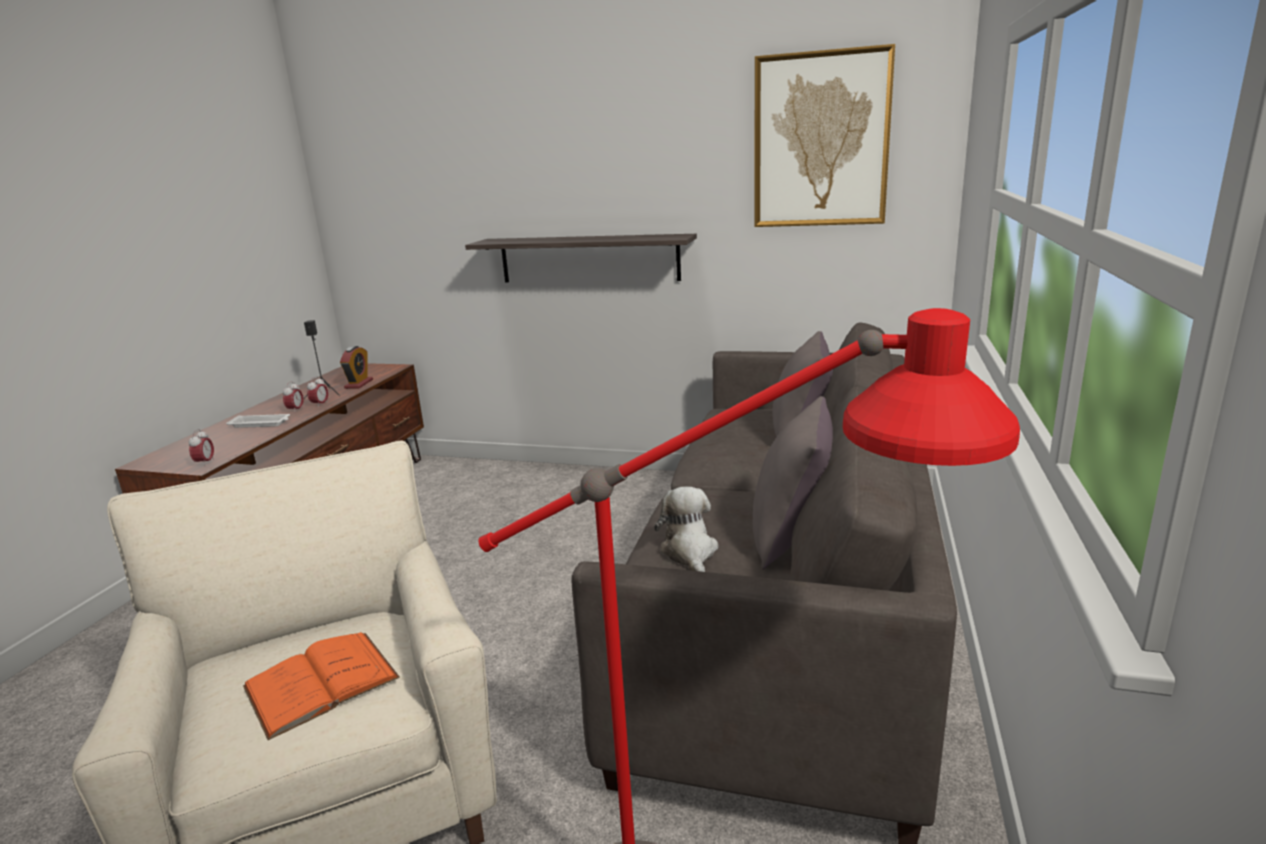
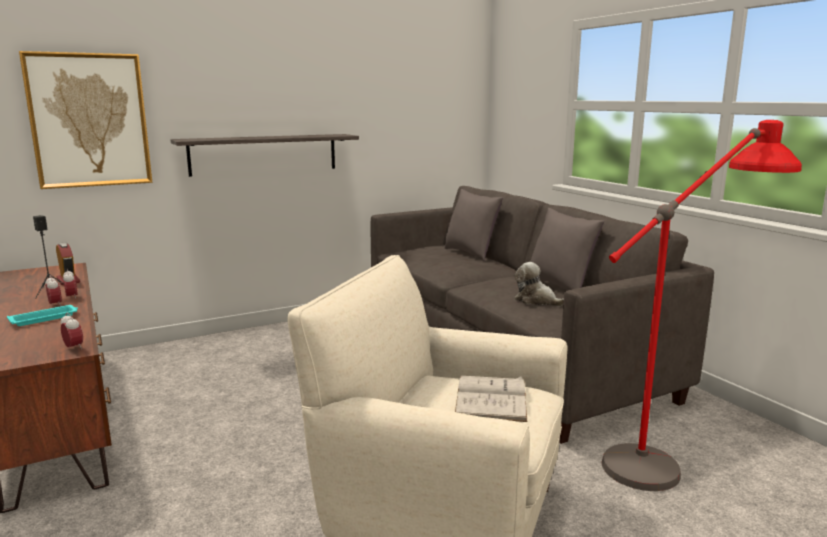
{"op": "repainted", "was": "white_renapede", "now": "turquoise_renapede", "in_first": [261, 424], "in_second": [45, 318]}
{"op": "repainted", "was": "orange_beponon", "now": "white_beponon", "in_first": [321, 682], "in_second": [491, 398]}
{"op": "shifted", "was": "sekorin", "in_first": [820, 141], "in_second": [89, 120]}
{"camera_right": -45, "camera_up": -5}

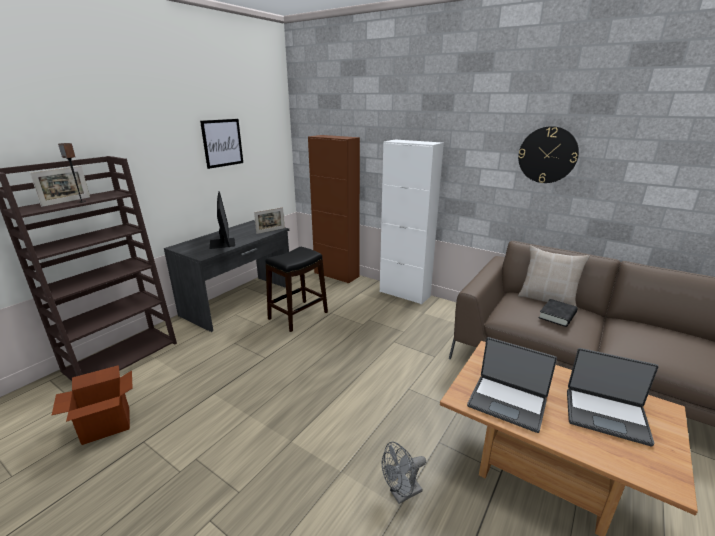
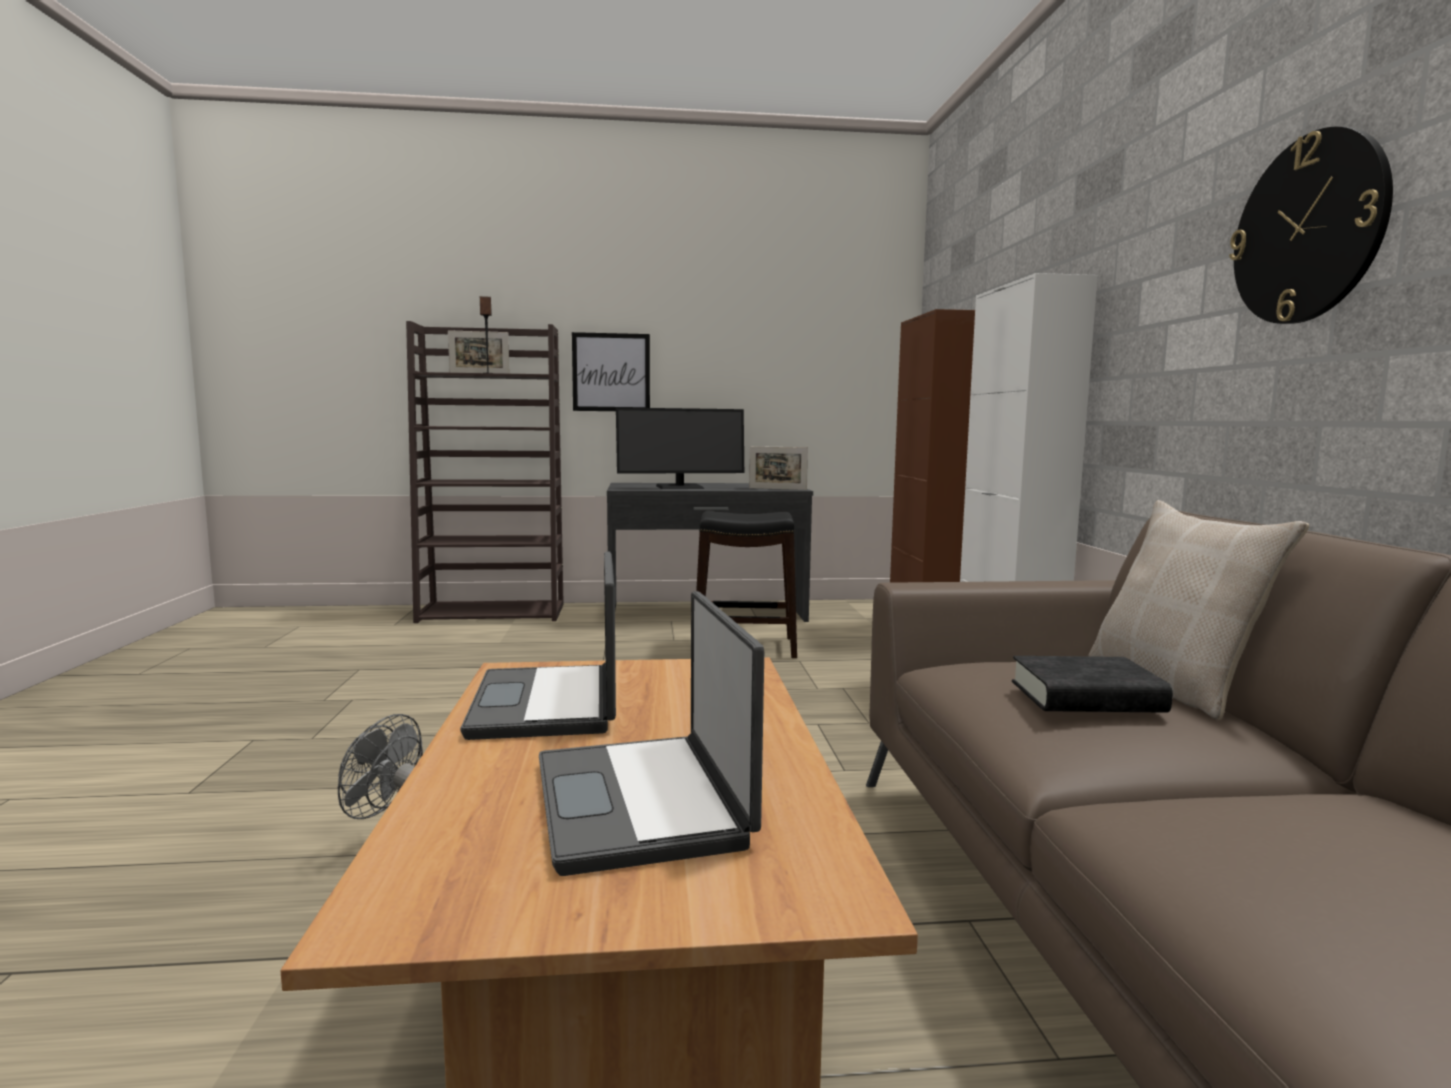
{"op": "gone", "was": "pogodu", "in_first": [106, 426]}
{"op": "shifted", "was": "sekorin", "in_first": [222, 143], "in_second": [611, 372]}
{"op": "rotated", "was": "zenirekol", "in_first": [223, 243], "in_second": [680, 487], "clockwise": 45}
{"camera_right": 50, "camera_up": -15}

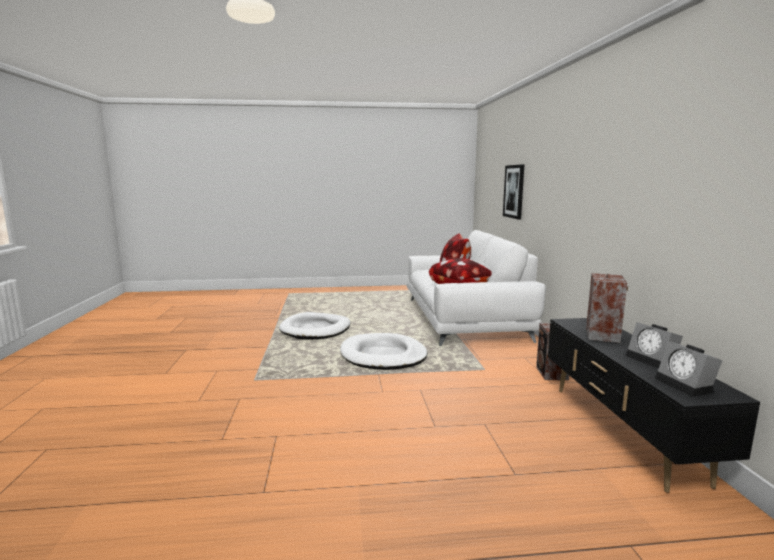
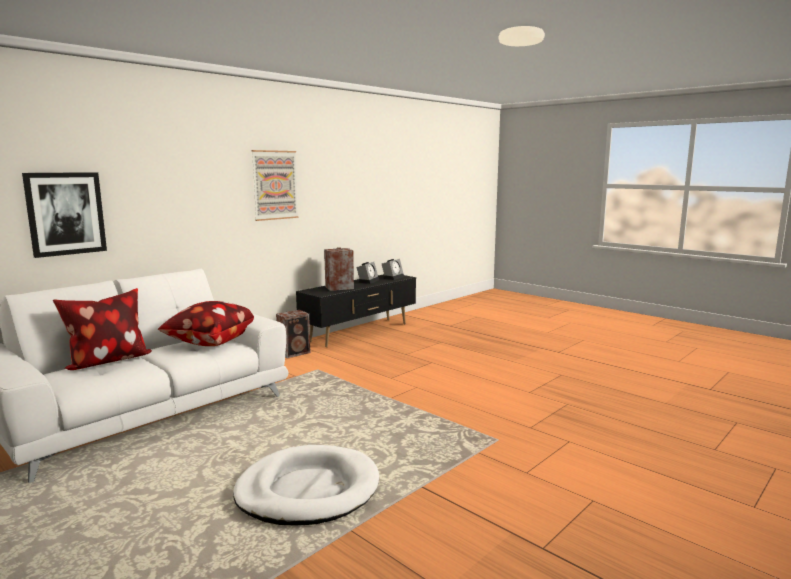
{"op": "gone", "was": "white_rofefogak", "in_first": [383, 356]}
{"op": "new", "now": "sekorin", "in_second": [275, 185]}
{"camera_right": -130, "camera_up": 0}

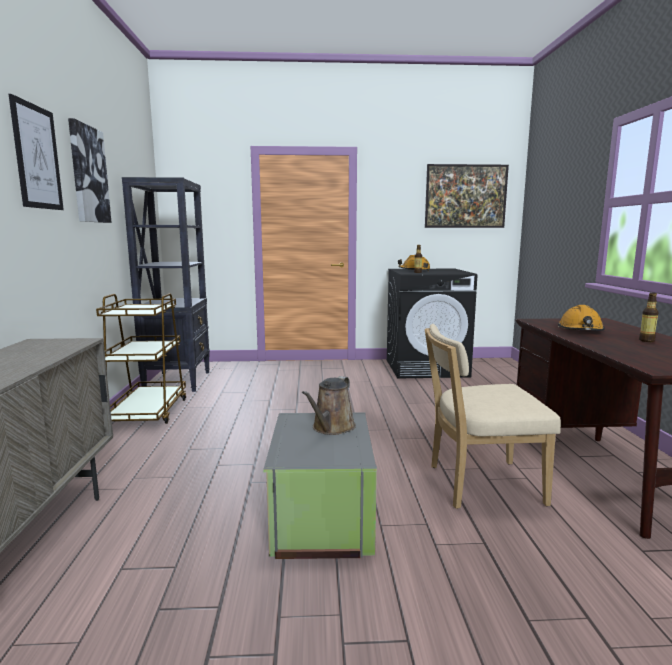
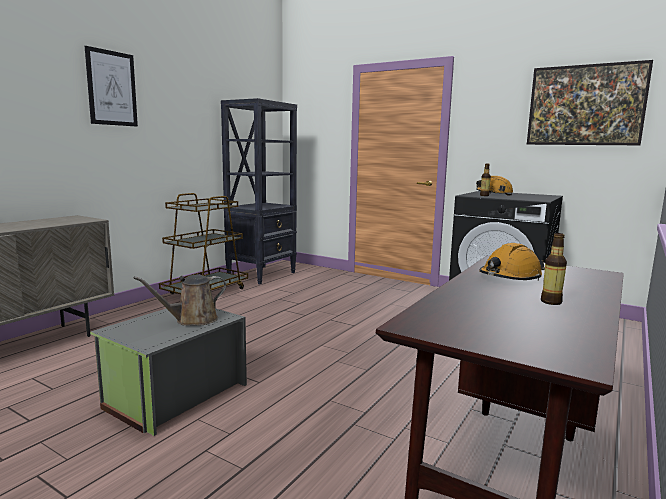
{"op": "gone", "was": "sekorin", "in_first": [88, 174]}
{"op": "gone", "was": "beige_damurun", "in_first": [479, 484]}
{"camera_right": 35, "camera_up": 0}

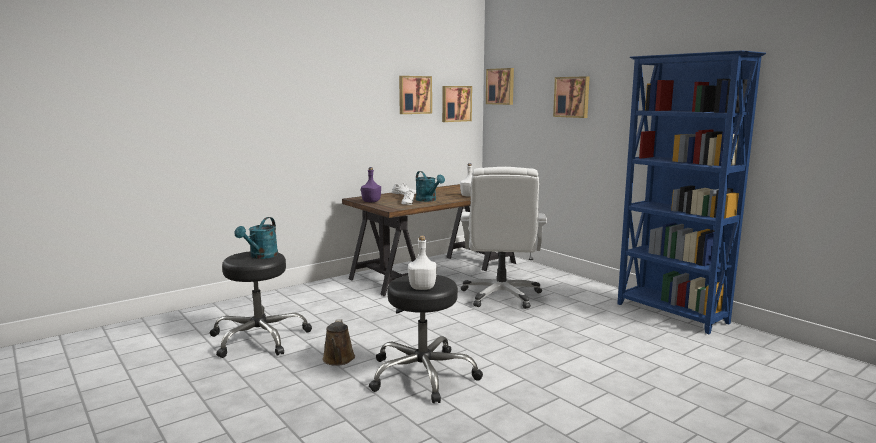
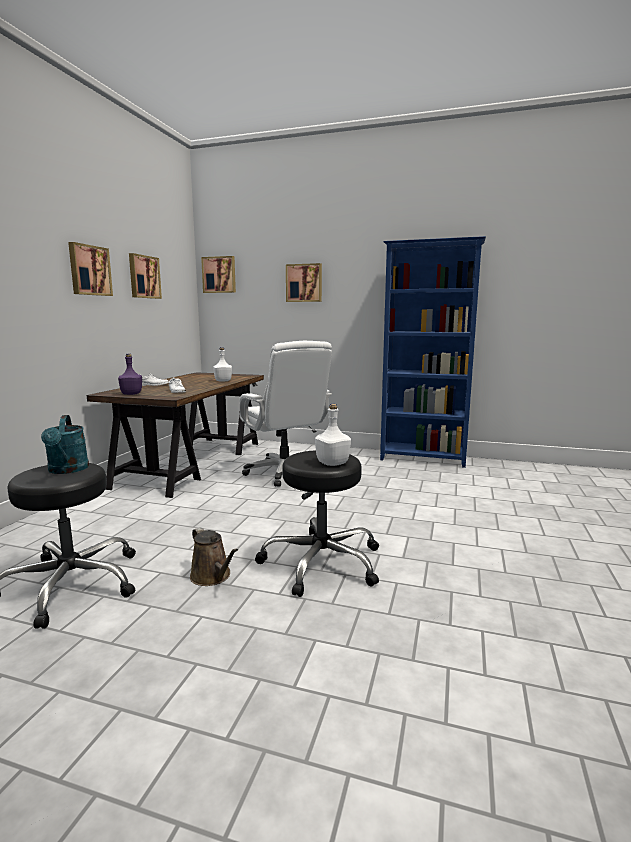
{"op": "gone", "was": "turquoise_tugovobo", "in_first": [428, 200]}
{"op": "shifted", "was": "sekorin", "in_first": [456, 103], "in_second": [89, 270]}
{"camera_right": -35, "camera_up": 0}

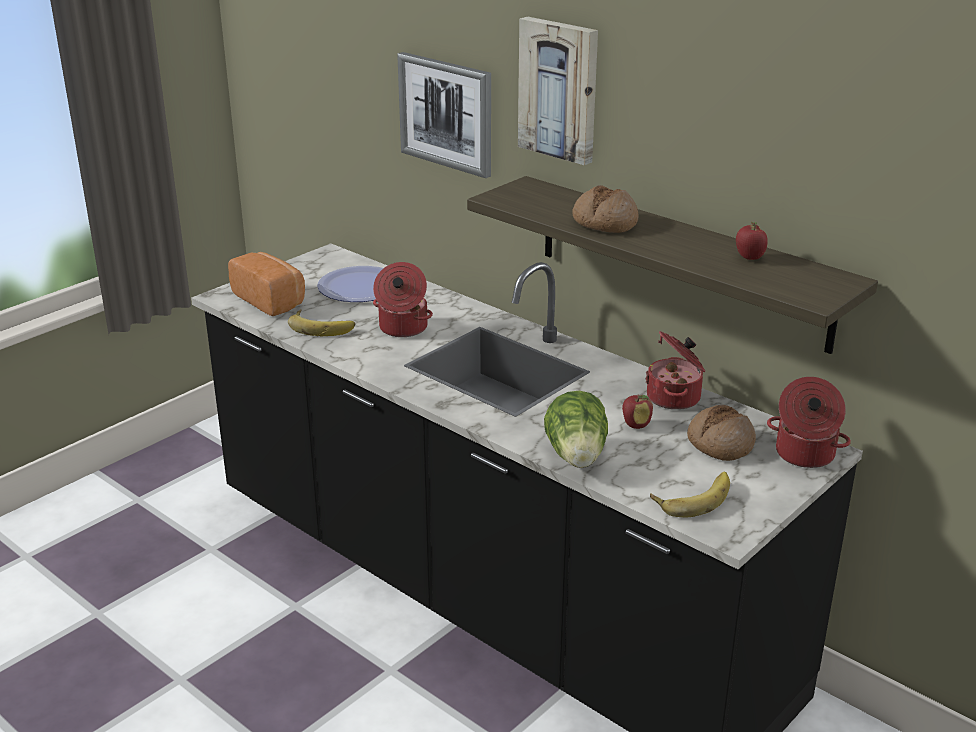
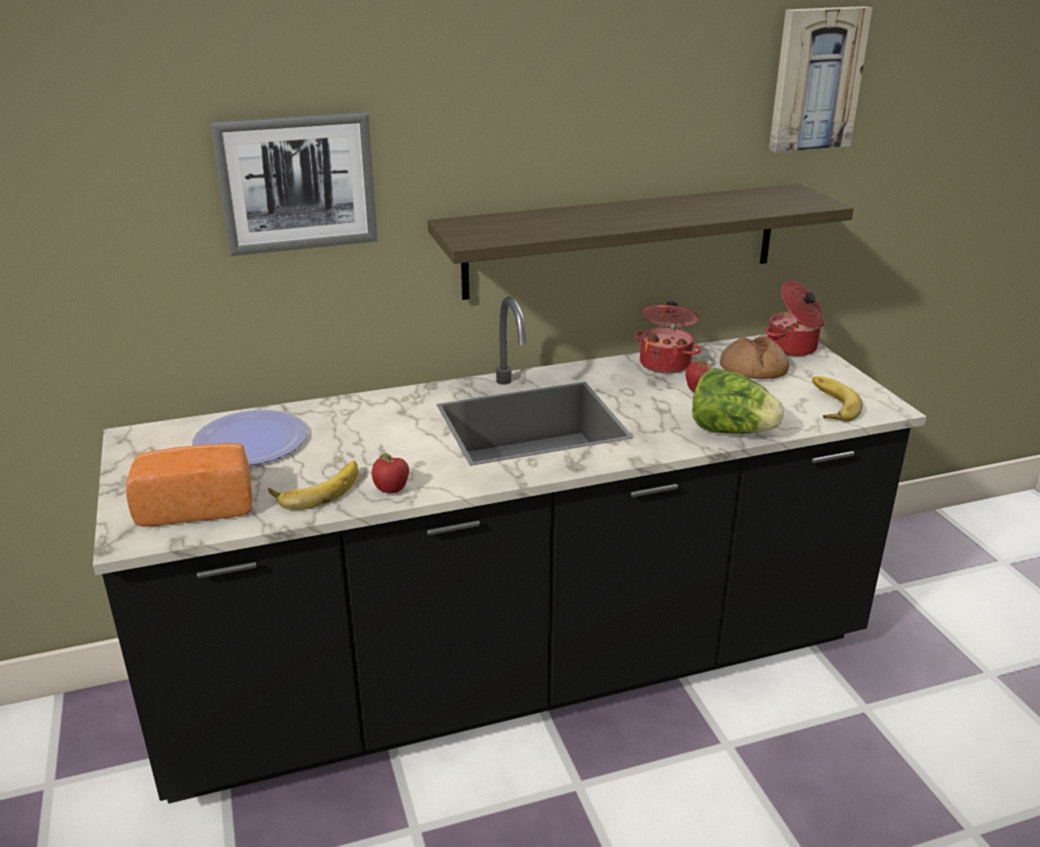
{"op": "gone", "was": "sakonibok", "in_first": [402, 328]}
{"op": "shifted", "was": "sekorin", "in_first": [560, 89], "in_second": [815, 79]}
{"op": "gone", "was": "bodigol", "in_first": [604, 222]}
{"op": "shifted", "was": "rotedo", "in_first": [749, 258], "in_second": [391, 491]}
{"camera_right": -60, "camera_up": 0}

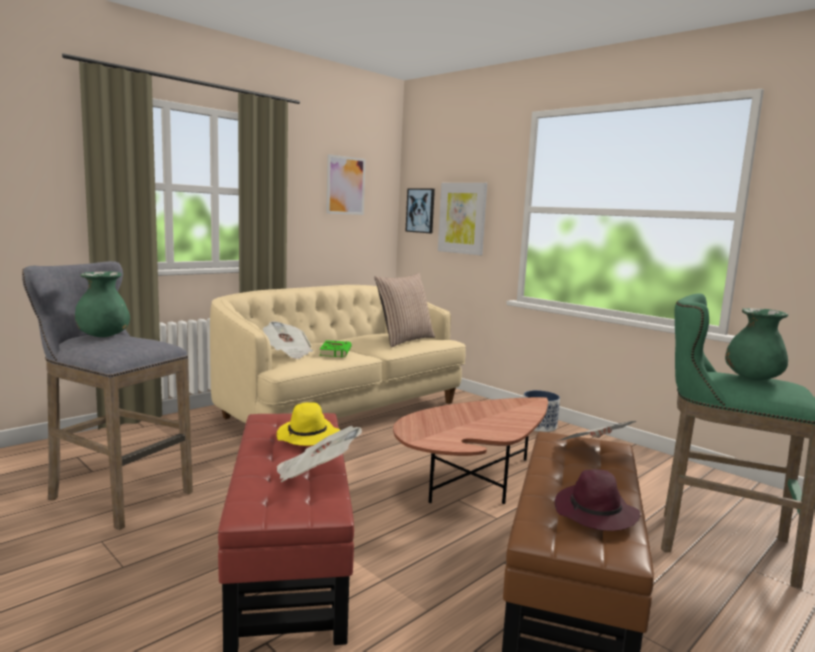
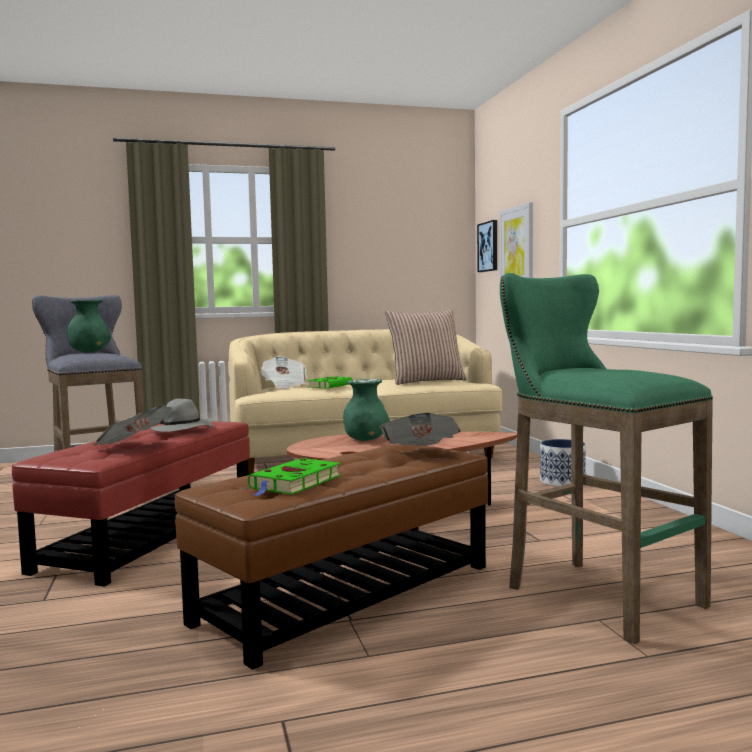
{"op": "repainted", "was": "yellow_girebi", "now": "grey_girebi", "in_first": [308, 436], "in_second": [182, 430]}
{"op": "gone", "was": "sekorin", "in_first": [345, 185]}
{"op": "swapped", "was": "purple_girebi", "now": "green_beponon", "in_first": [595, 513], "in_second": [294, 483]}
{"op": "shifted", "was": "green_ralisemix", "in_first": [752, 378], "in_second": [366, 440]}
{"camera_right": 30, "camera_up": -5}

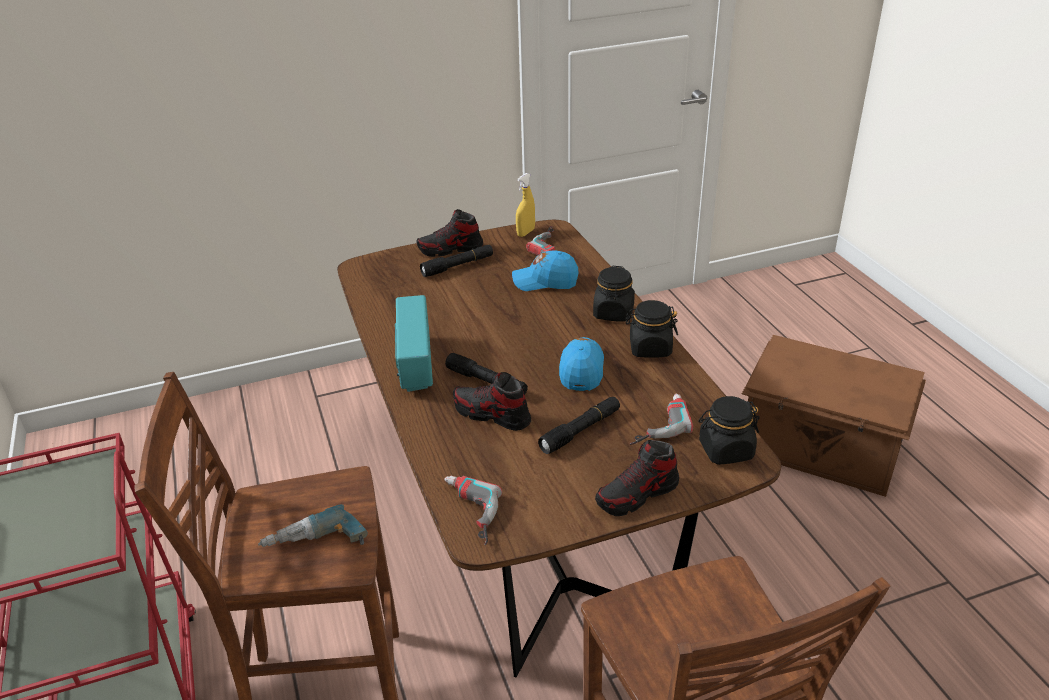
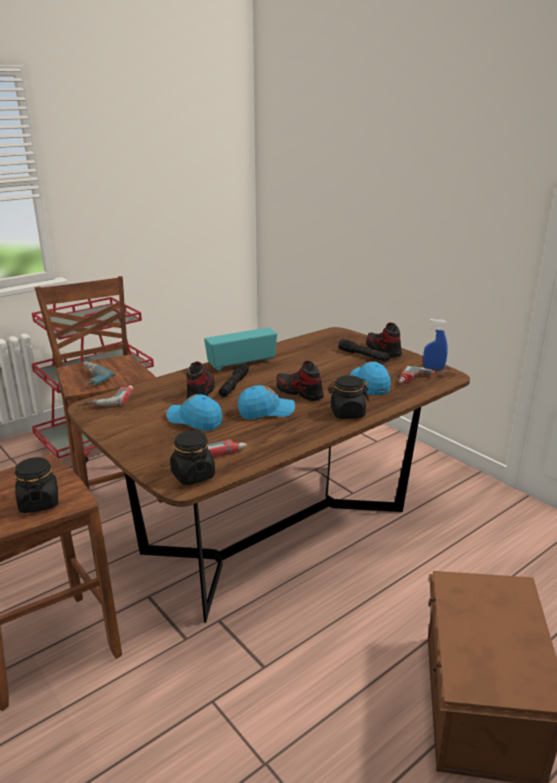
{"op": "repainted", "was": "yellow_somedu", "now": "blue_somedu", "in_first": [525, 232], "in_second": [433, 368]}
{"op": "swapped", "was": "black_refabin", "now": "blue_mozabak", "in_first": [580, 431], "in_second": [195, 420]}
{"op": "shifted", "was": "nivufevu", "in_first": [637, 495], "in_second": [299, 392]}
{"op": "shifted", "was": "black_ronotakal", "in_first": [650, 348], "in_second": [39, 502]}
{"camera_right": 70, "camera_up": -10}

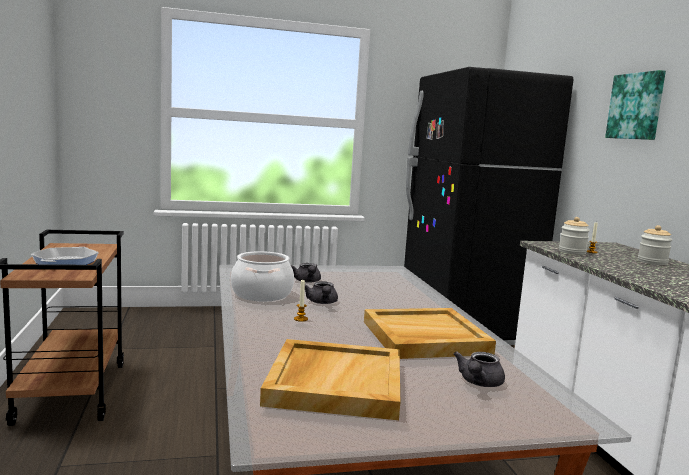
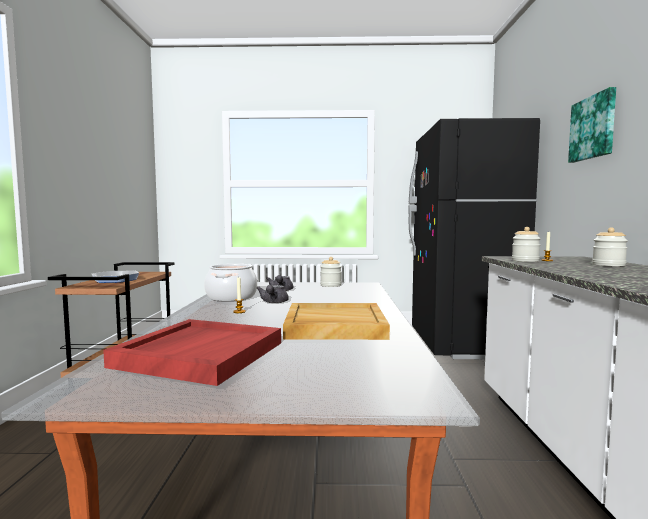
{"op": "repainted", "was": "beige_renapede", "now": "red_renapede", "in_first": [334, 382], "in_second": [200, 354]}
{"op": "gone", "was": "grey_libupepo", "in_first": [478, 383]}
{"op": "new", "now": "ronotakal", "in_second": [330, 285]}
{"camera_right": 15, "camera_up": -5}

